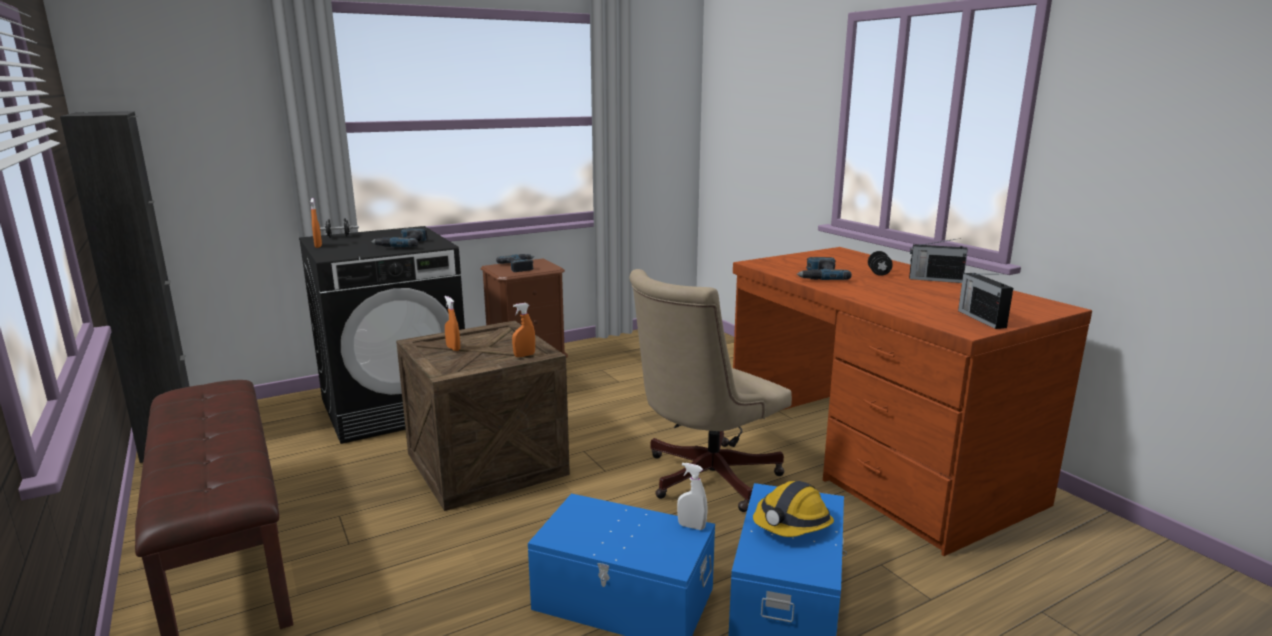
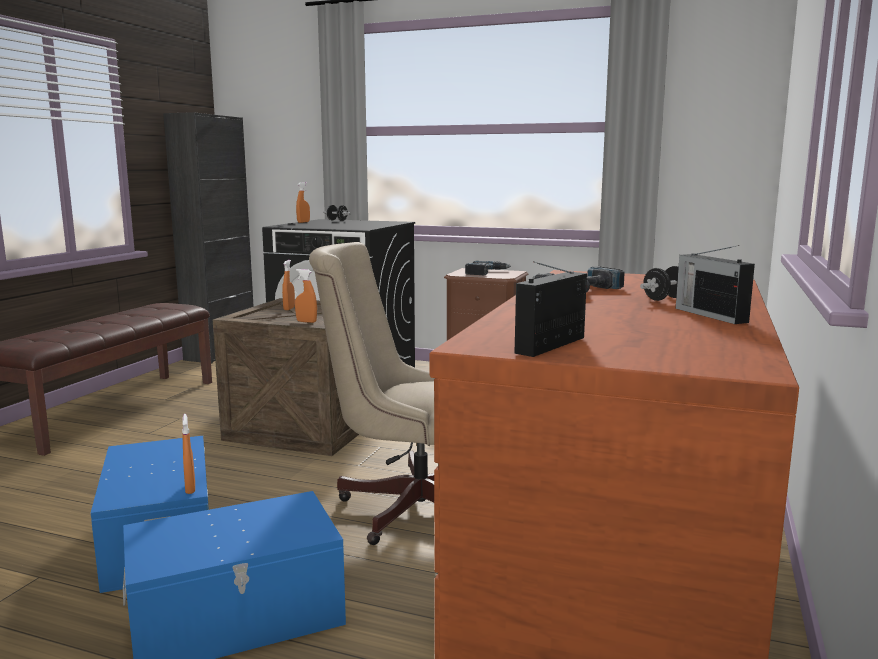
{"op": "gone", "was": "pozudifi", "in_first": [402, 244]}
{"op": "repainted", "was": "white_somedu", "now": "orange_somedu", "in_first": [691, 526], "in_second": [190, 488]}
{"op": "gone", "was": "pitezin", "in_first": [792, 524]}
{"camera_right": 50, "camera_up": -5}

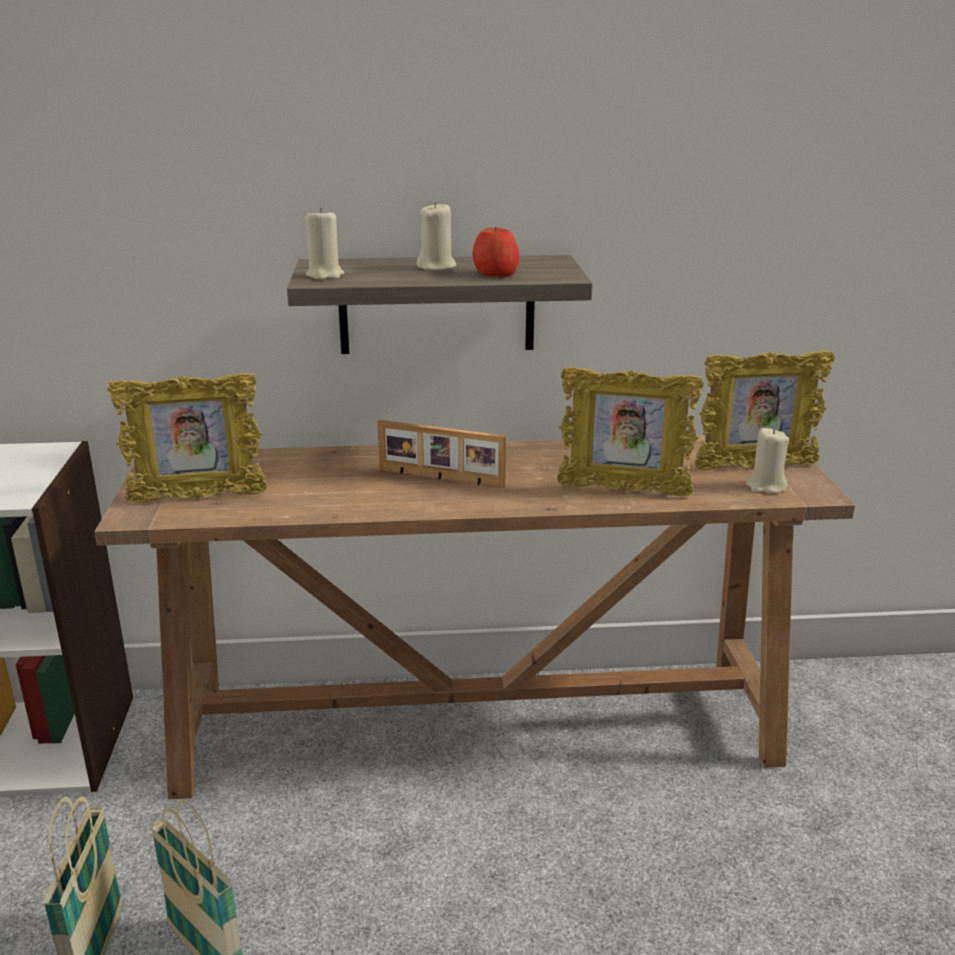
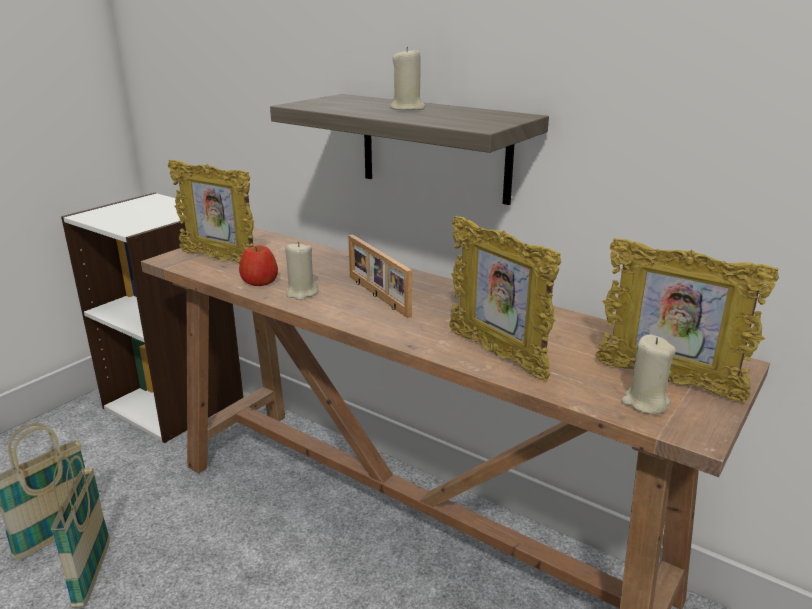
{"op": "shifted", "was": "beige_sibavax", "in_first": [325, 275], "in_second": [301, 293]}
{"op": "shifted", "was": "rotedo", "in_first": [495, 274], "in_second": [260, 281]}
{"camera_right": 40, "camera_up": 0}

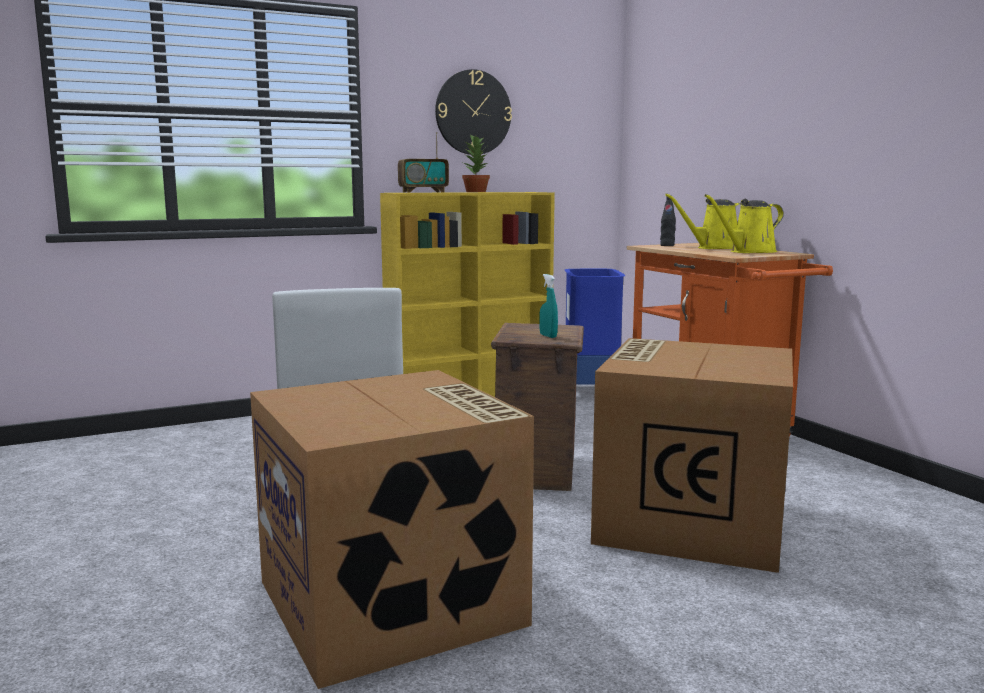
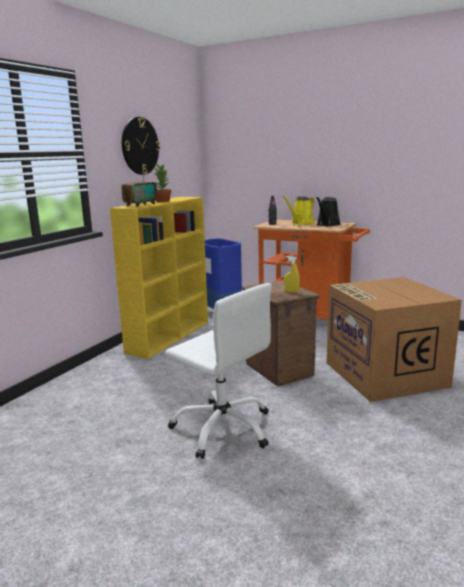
{"op": "gone", "was": "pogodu", "in_first": [394, 603]}
{"op": "repainted", "was": "turquoise_somedu", "now": "yellow_somedu", "in_first": [548, 336], "in_second": [291, 291]}
{"op": "repainted", "was": "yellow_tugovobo", "now": "black_tugovobo", "in_first": [749, 252], "in_second": [327, 225]}
{"camera_right": -35, "camera_up": 5}

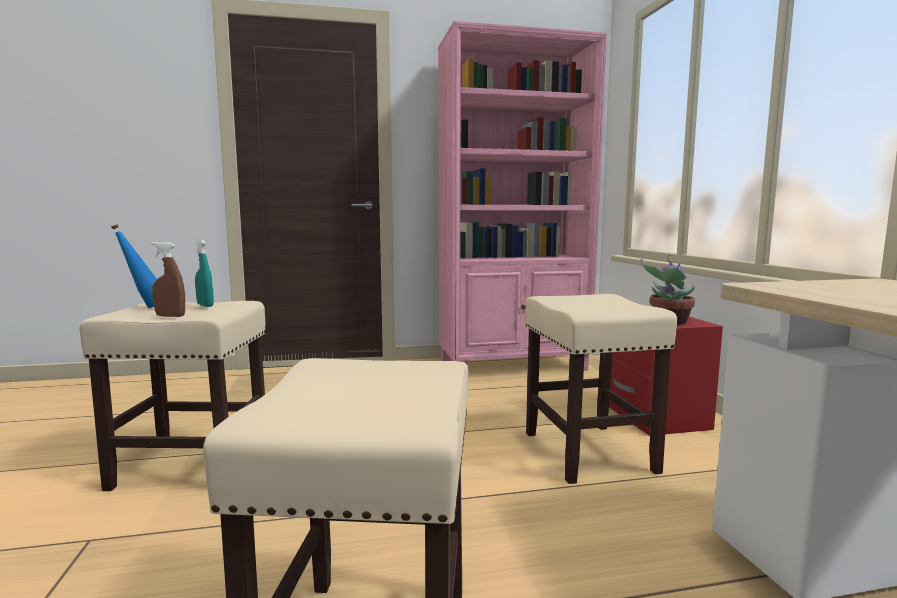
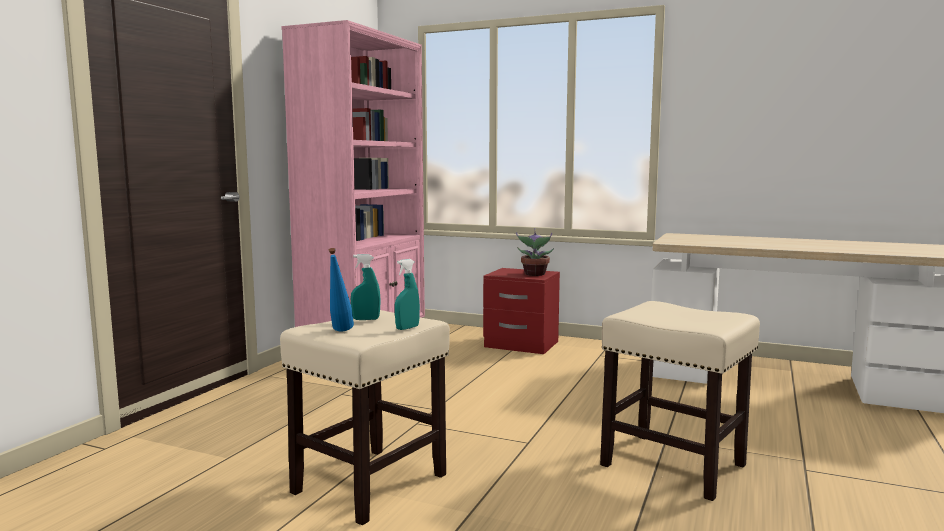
{"op": "repainted", "was": "brown_somedu", "now": "turquoise_somedu", "in_first": [170, 316], "in_second": [407, 328]}
{"op": "gone", "was": "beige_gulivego", "in_first": [587, 451]}
{"camera_right": -55, "camera_up": 0}

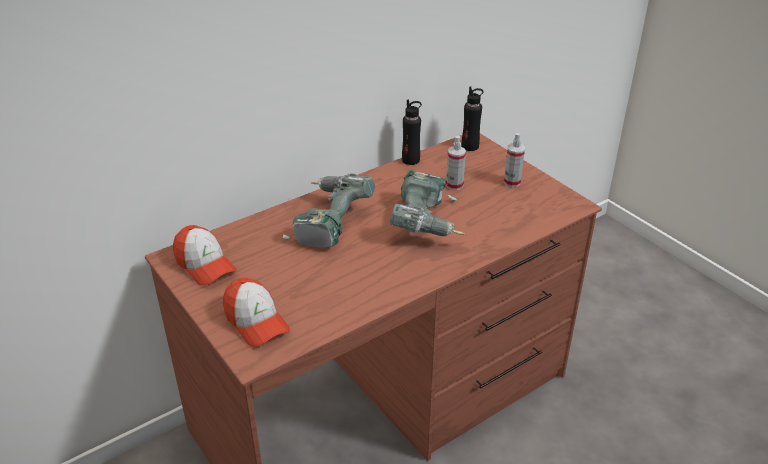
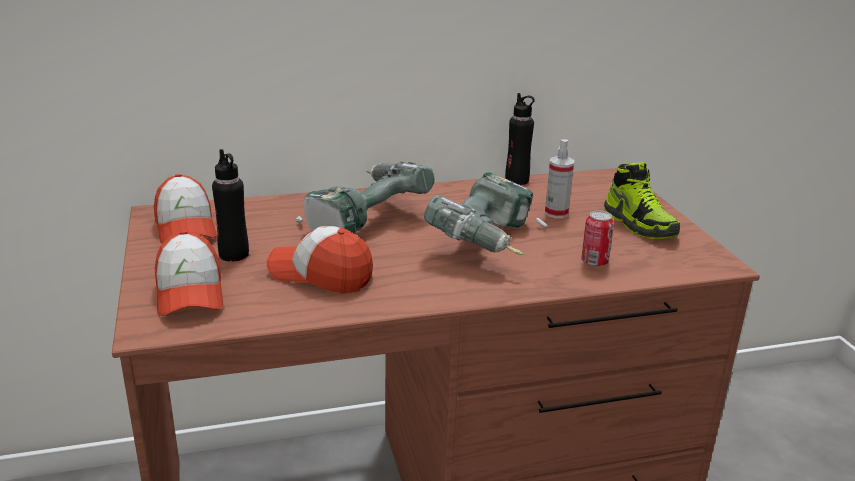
{"op": "shifted", "was": "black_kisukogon", "in_first": [470, 146], "in_second": [234, 254]}
{"op": "swapped", "was": "somedu", "now": "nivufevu", "in_first": [512, 182], "in_second": [639, 224]}
{"op": "new", "now": "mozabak", "in_second": [321, 274]}
{"op": "new", "now": "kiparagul", "in_second": [594, 262]}
{"camera_right": 20, "camera_up": -10}

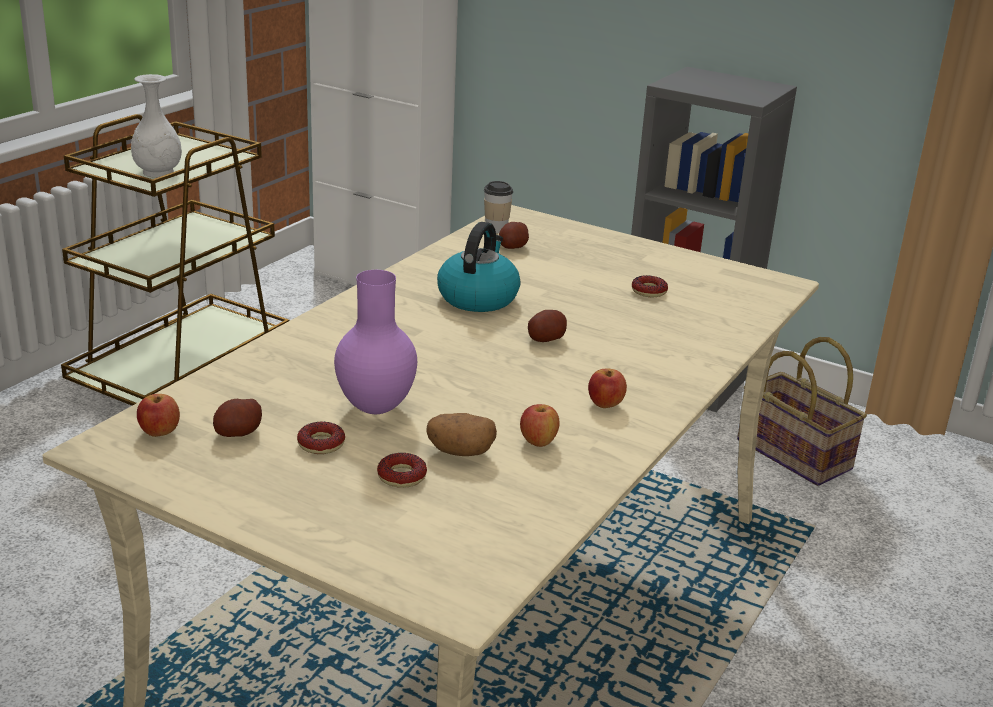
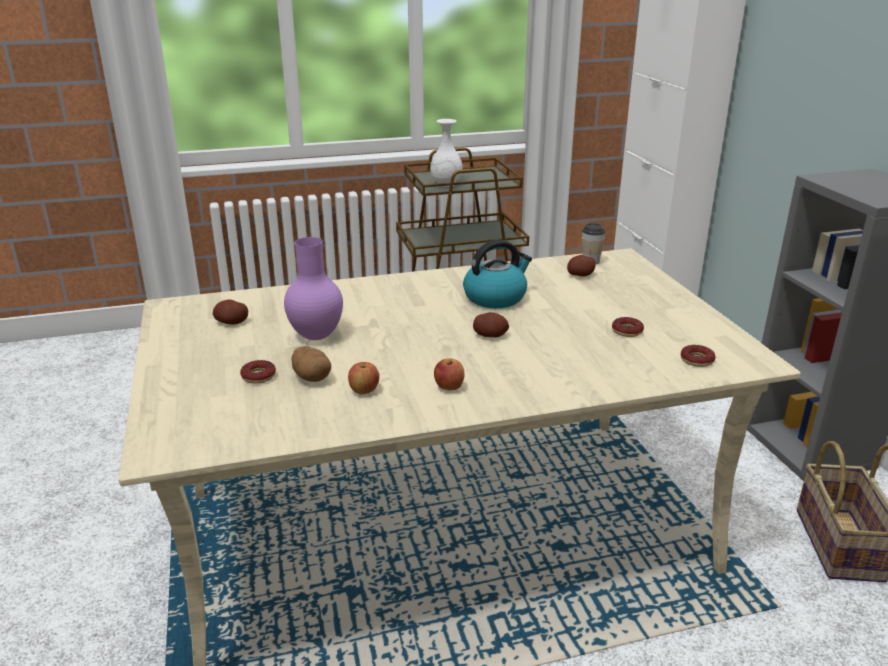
{"op": "gone", "was": "rotedo", "in_first": [159, 432]}
{"op": "shifted", "was": "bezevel", "in_first": [321, 444], "in_second": [697, 360]}
{"camera_right": 45, "camera_up": 0}

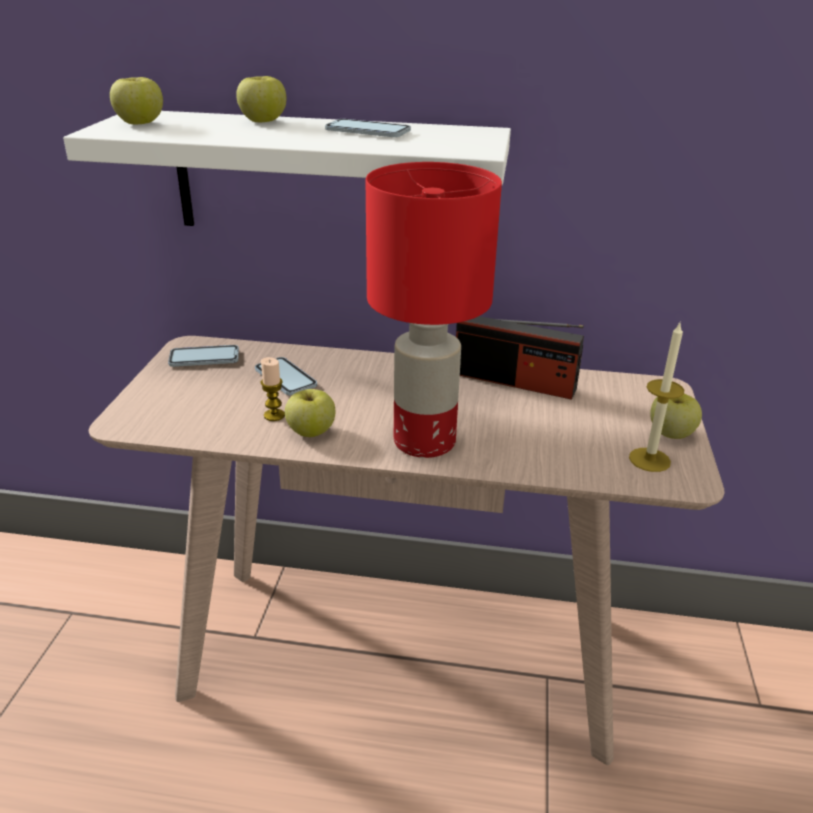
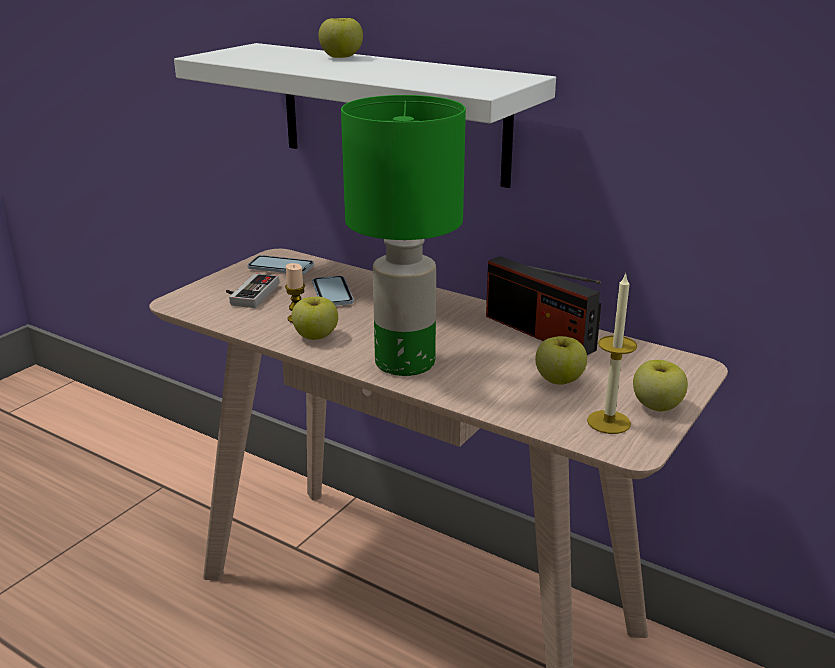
{"op": "shifted", "was": "rotedo", "in_first": [140, 123], "in_second": [559, 380]}
{"op": "gone", "was": "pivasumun", "in_first": [368, 131]}
{"op": "repainted", "was": "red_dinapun", "now": "green_dinapun", "in_first": [422, 441], "in_second": [403, 362]}
{"op": "new", "now": "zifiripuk", "in_second": [249, 294]}
{"camera_right": 25, "camera_up": -5}

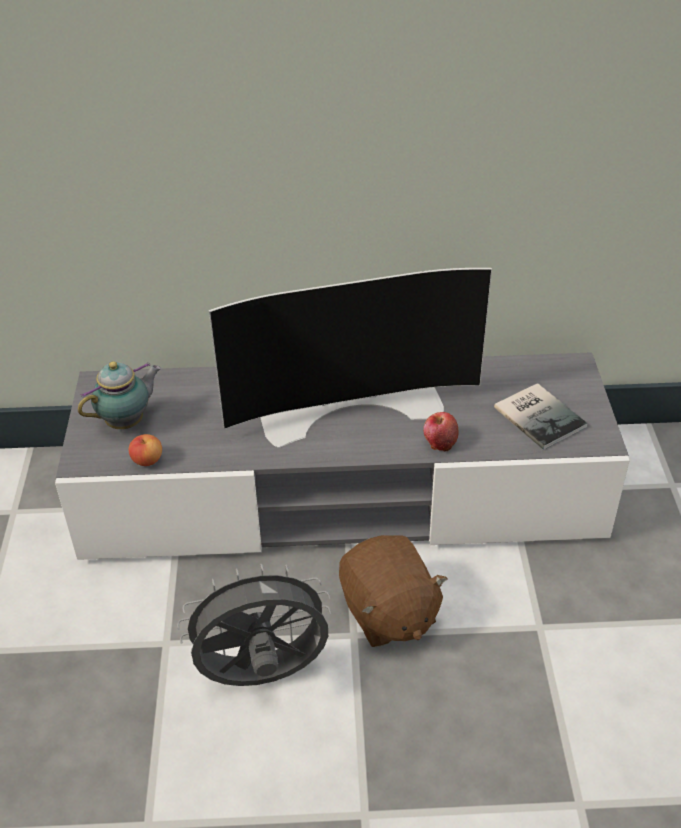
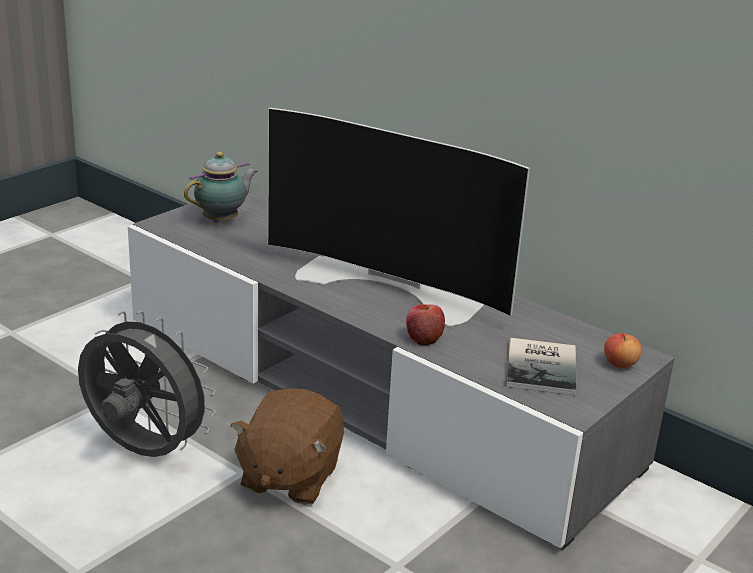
{"op": "rotated", "was": "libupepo", "in_first": [128, 422], "in_second": [223, 220], "clockwise": -45}
{"op": "shifted", "was": "rotedo", "in_first": [147, 460], "in_second": [620, 364]}
{"camera_right": 40, "camera_up": -15}

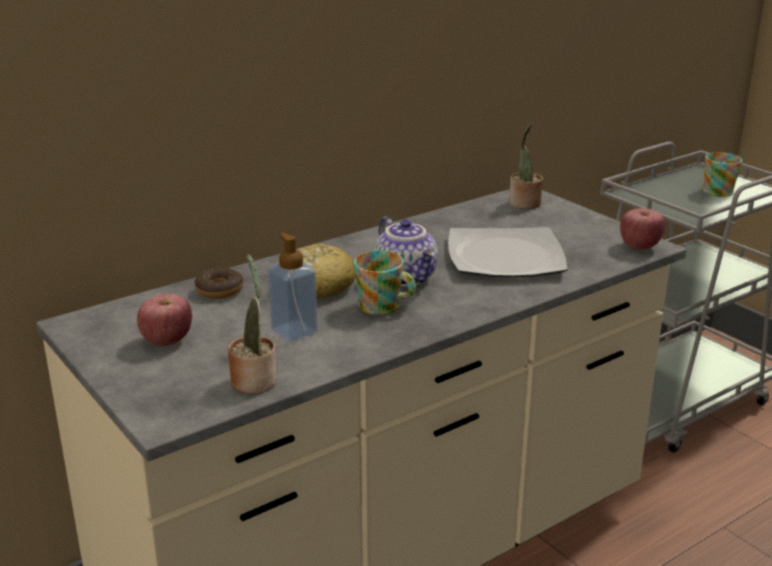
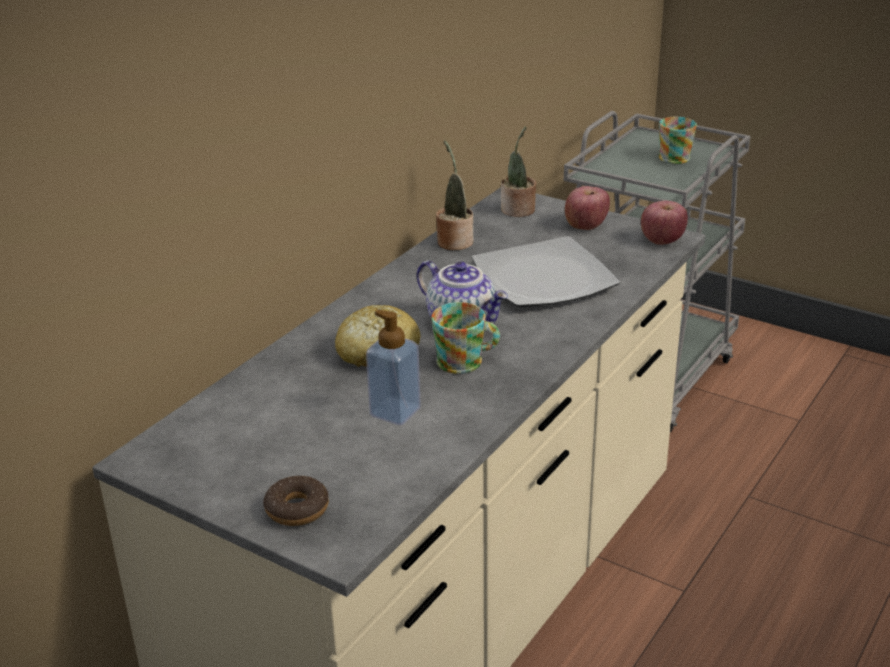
{"op": "shifted", "was": "rotedo", "in_first": [167, 340], "in_second": [585, 225]}
{"op": "shifted", "was": "bezevel", "in_first": [219, 290], "in_second": [297, 509]}
{"op": "shifted", "was": "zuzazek", "in_first": [254, 379], "in_second": [454, 241]}
{"camera_right": -20, "camera_up": 5}

